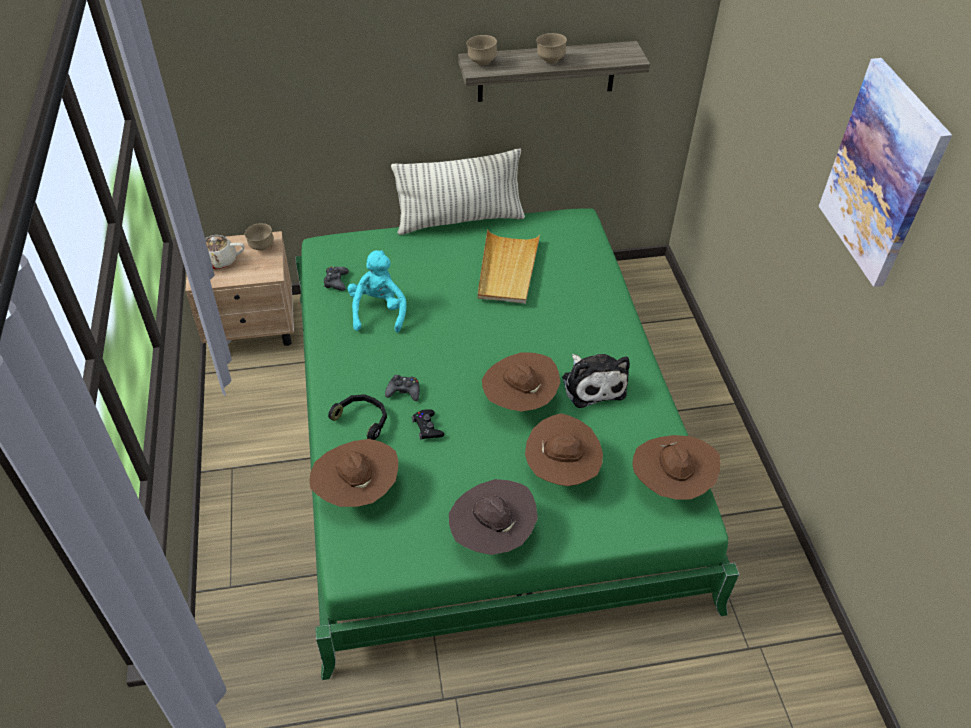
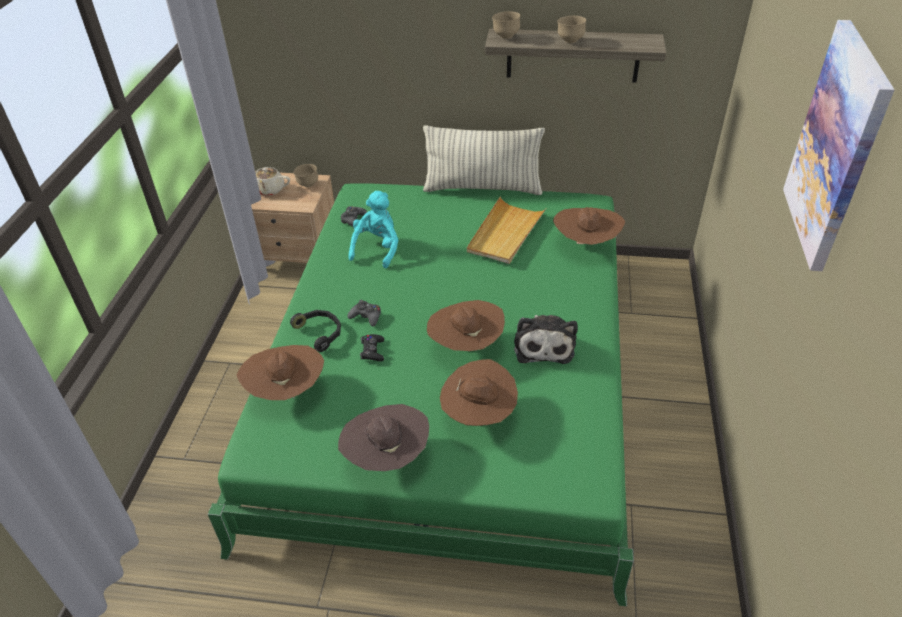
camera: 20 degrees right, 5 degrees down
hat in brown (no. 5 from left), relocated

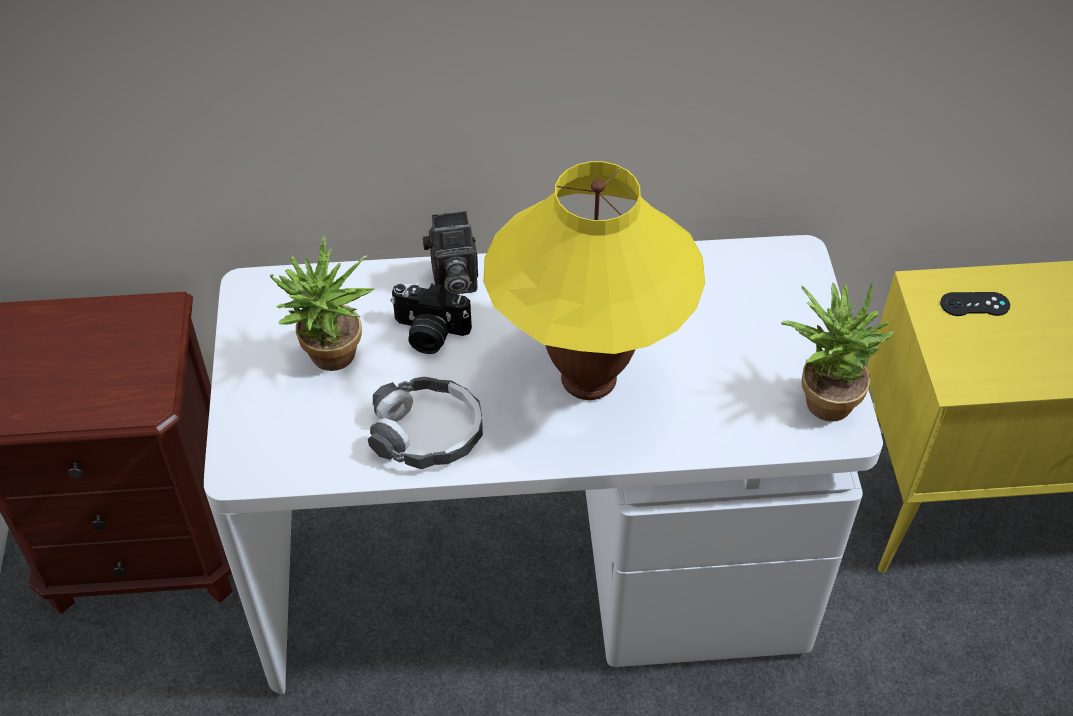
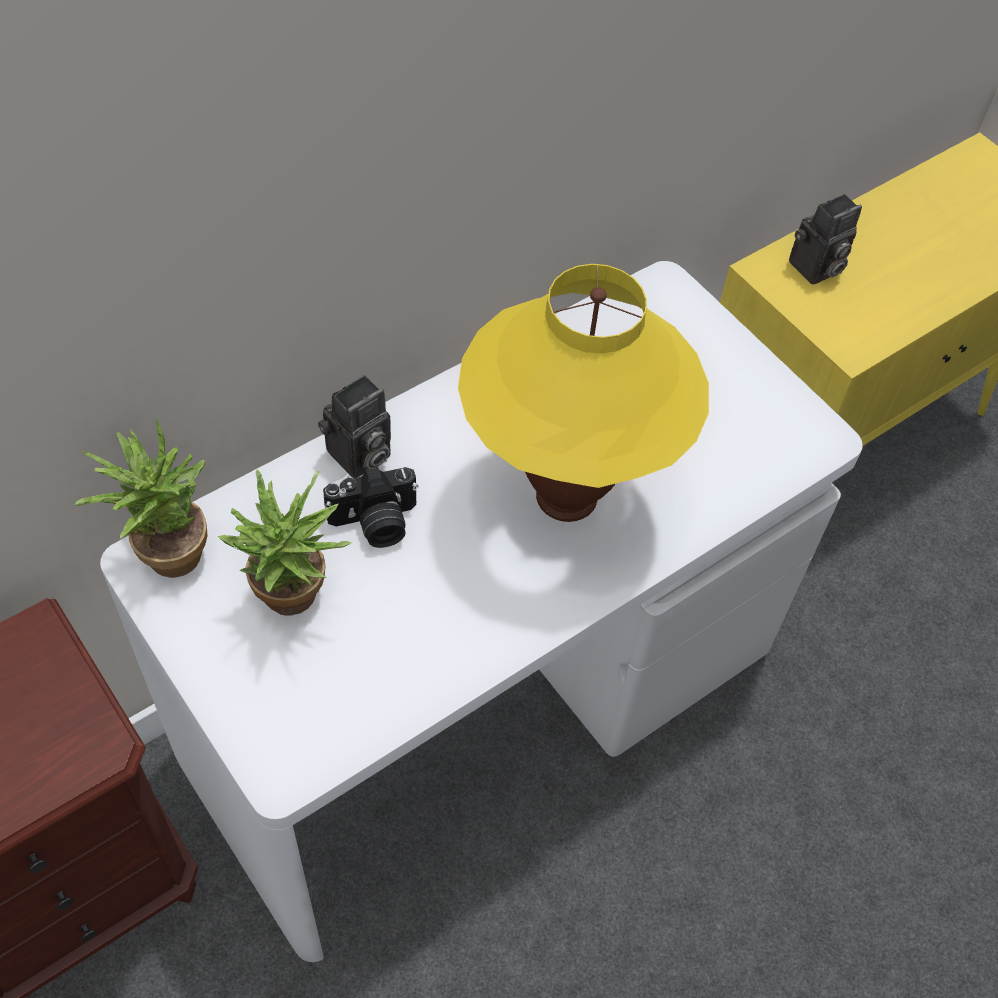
camera: 35 degrees left, 5 degrees up
headphones => nothing
potted plant (no. 2 from left in the first image) => potted plant (no. 1 from left), relocated
game controller in black => photo camera (no. 3 from left)

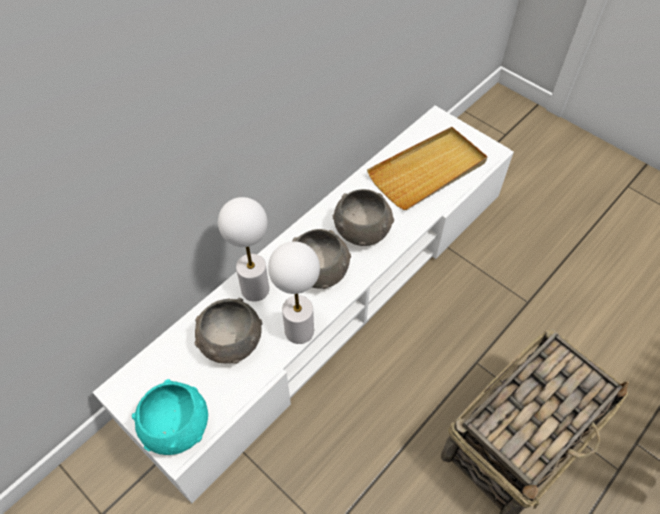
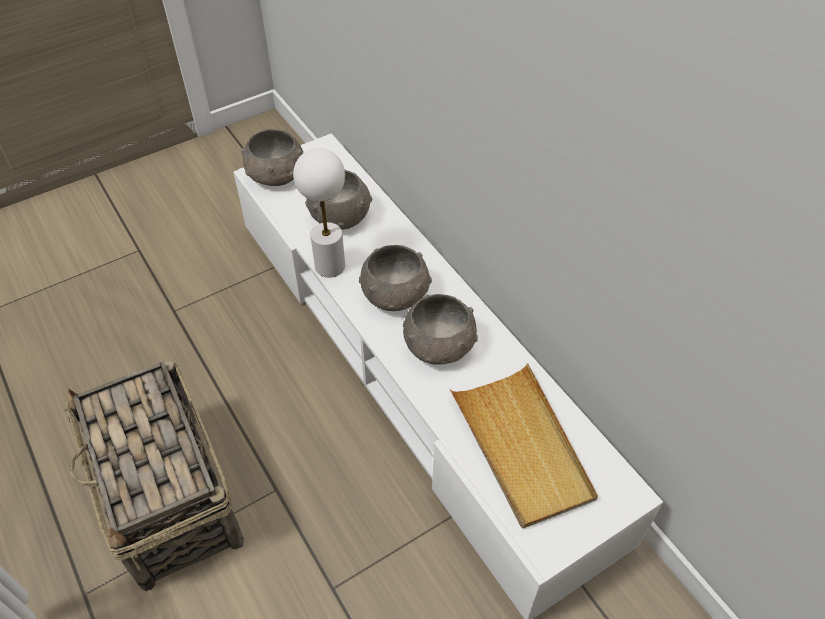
camera: 105 degrees right, 5 degrees down
table lamp in white (no. 1 from left) => nothing
bowl in turquoise => bowl in grey (no. 1 from left)

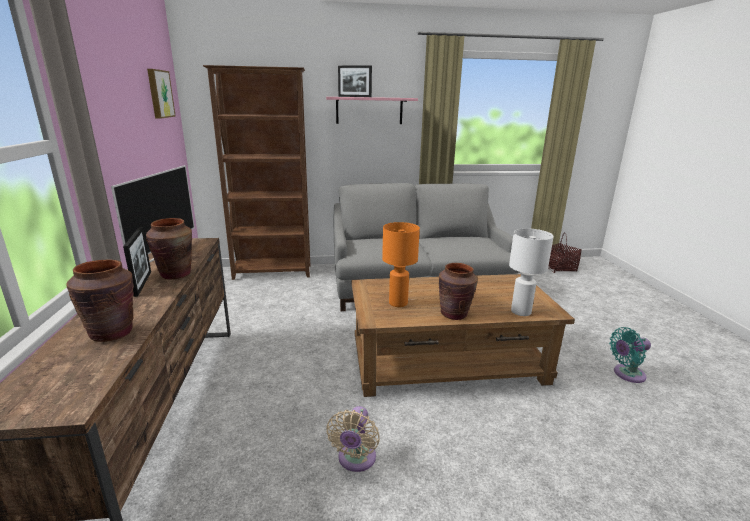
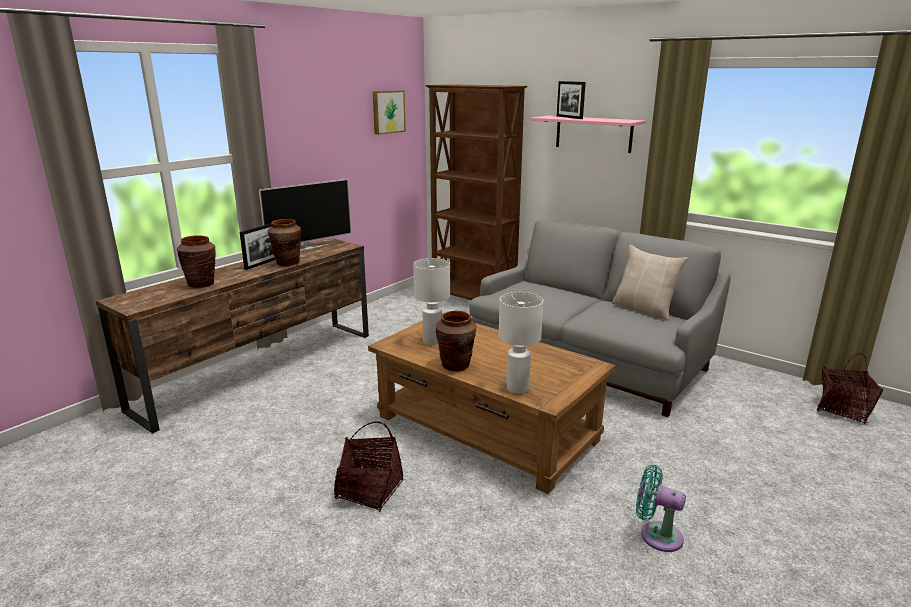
camera: 45 degrees right, 0 degrees up
fan in beige => nothing
nothing => basket (no. 1 from left)
nothing => pillow in beige
table lamp in orange => table lamp in white (no. 1 from left)

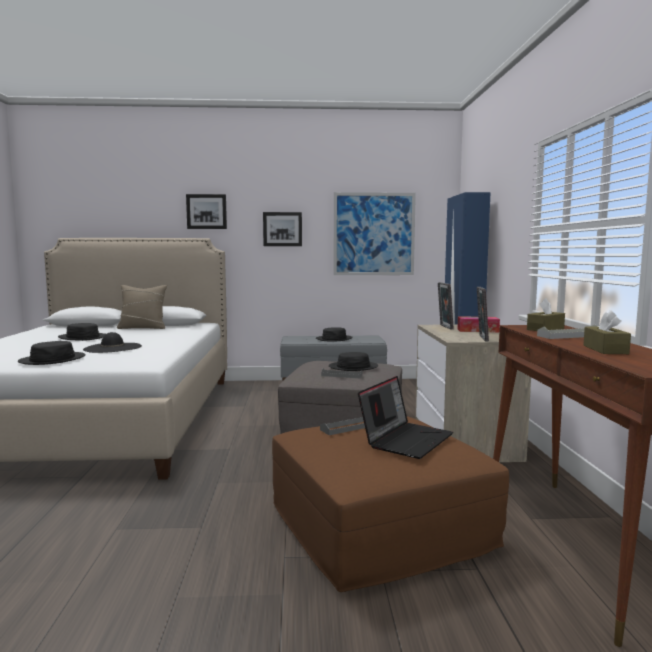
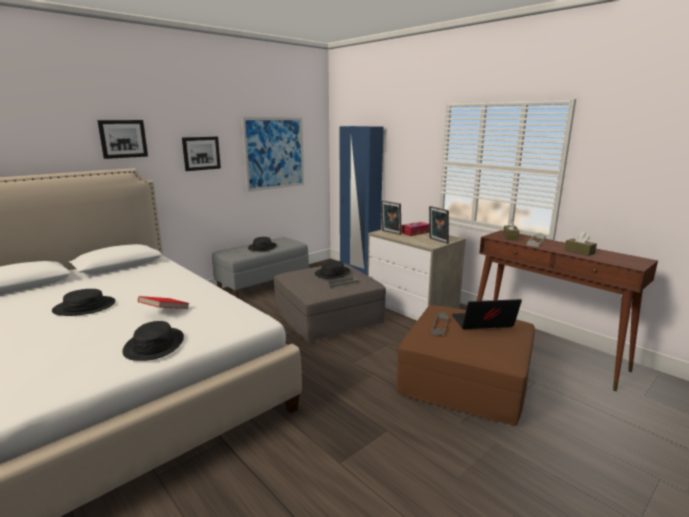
camera: 40 degrees left, 10 degrees up
pillow in beige => nothing
hat in black (no. 3 from left) => book in red
laptop, 90 degrees counterclockwise

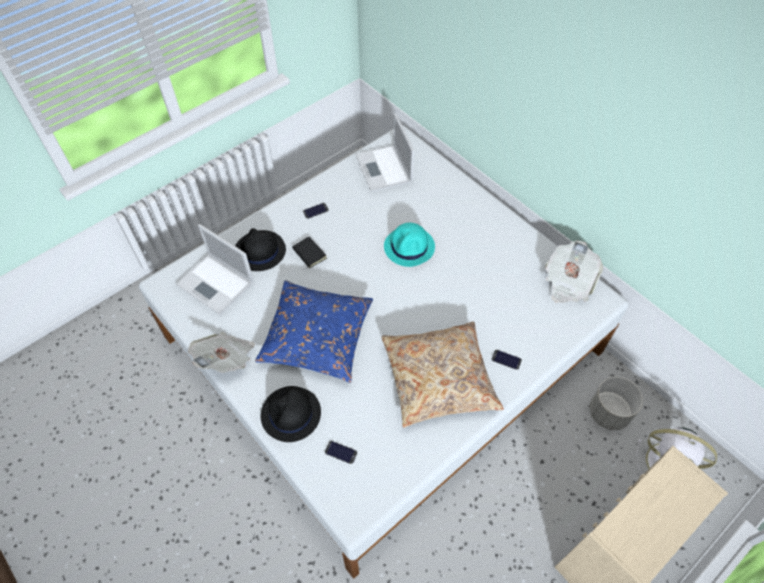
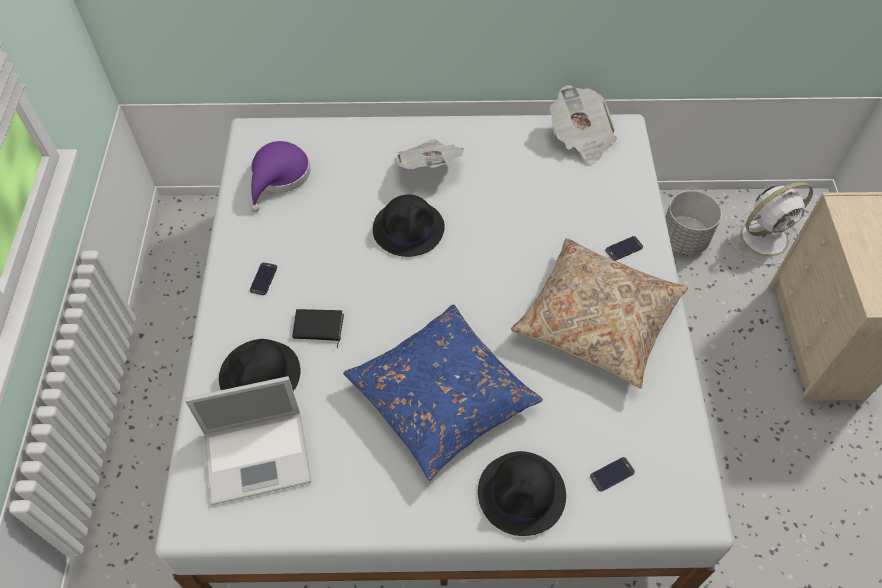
camera: 50 degrees left, 0 degrees up
newspaper (no. 1 from left), relocated
laptop (no. 2 from left) => hat in purple
hat in turquoise => hat in black (no. 2 from left)

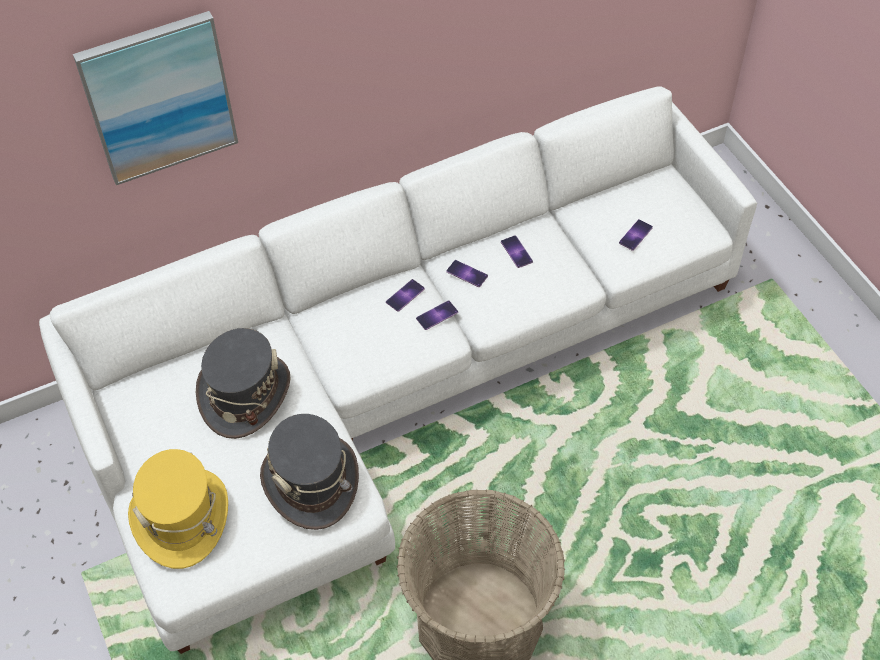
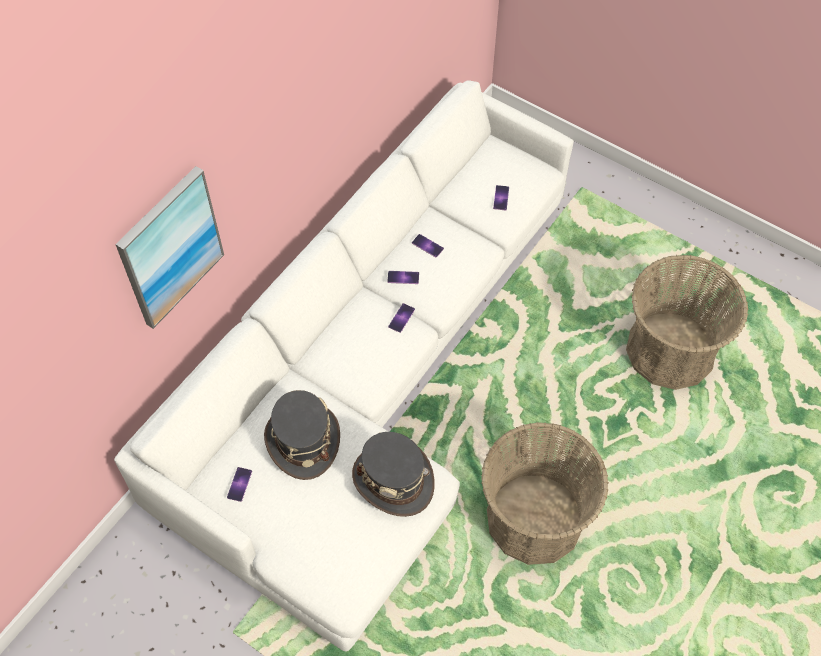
camera: 30 degrees left, 5 degrees up
hat in yellow => nothing
nothing => basket (no. 2 from left)
phone (no. 1 from left), relocated

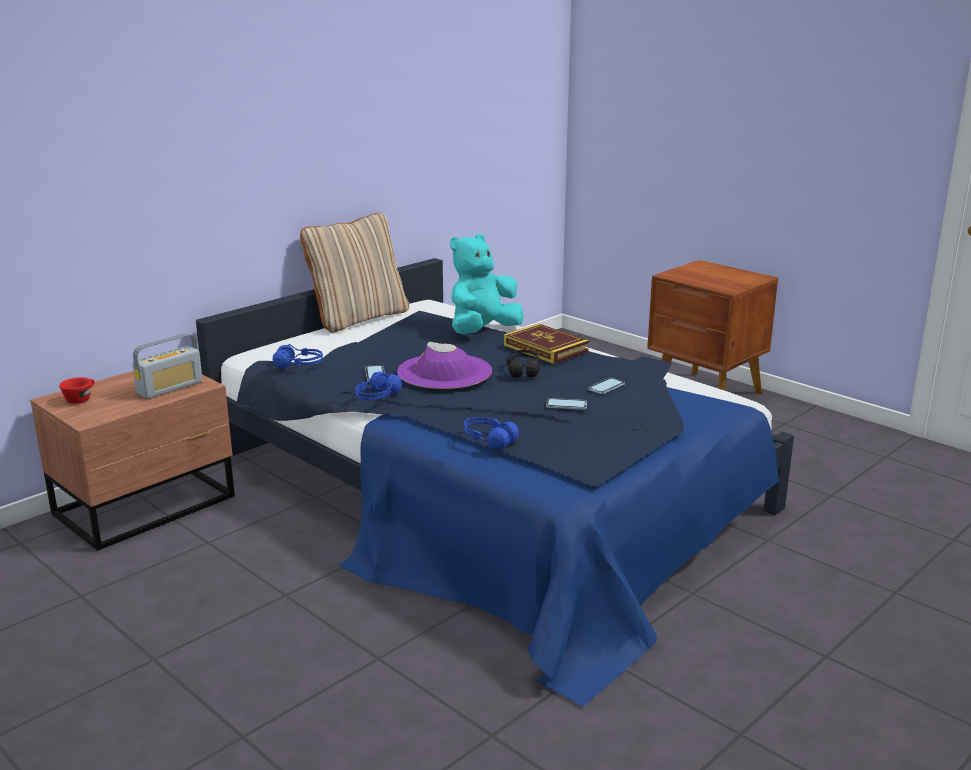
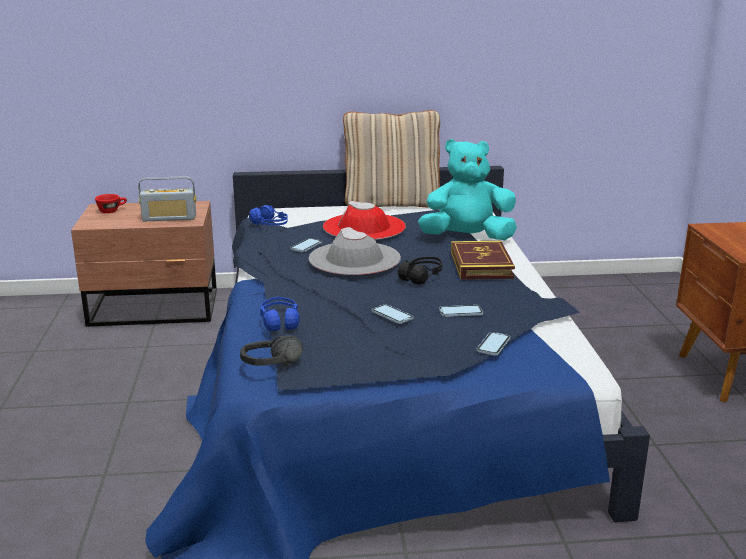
camera: 40 degrees right, 0 degrees up
headphones in blue (no. 2 from left) => nothing
nothing => headphones in black (no. 1 from left)
nothing => hat in red
nothing => phone (no. 4 from left)
hat in purple => hat in grey

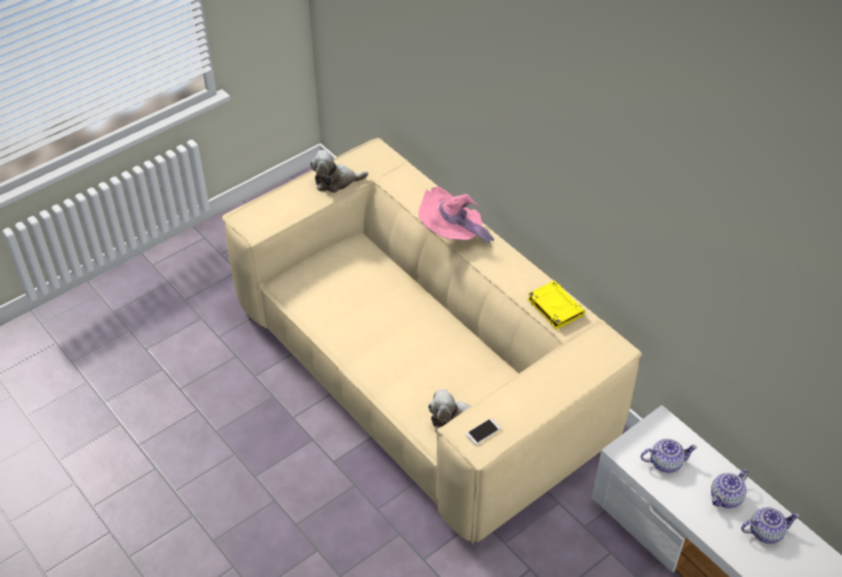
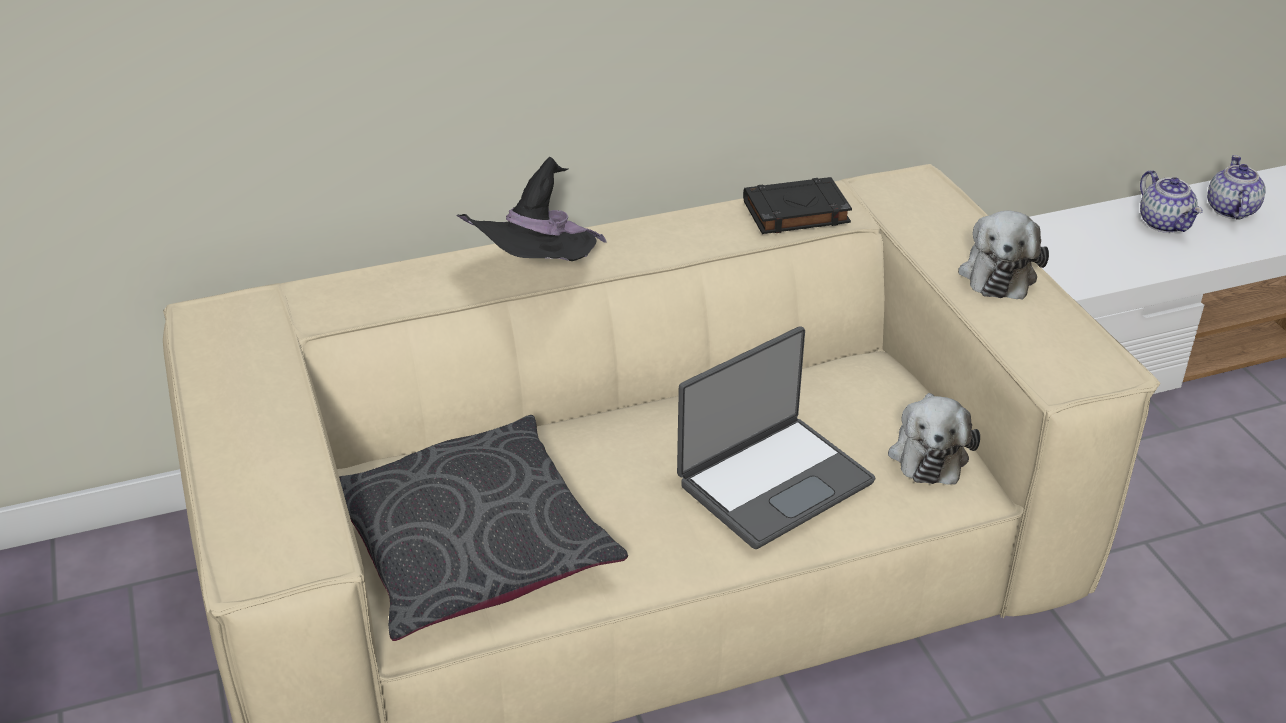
camera: 70 degrees left, 10 degrees down
phone => nothing
teapot (no. 1 from left) => nothing
nothing => pillow in grey
nothing => laptop
plush toy (no. 1 from left in the first image) => plush toy (no. 2 from left), relocated
hat in pink => hat in black
book in yellow => book in black

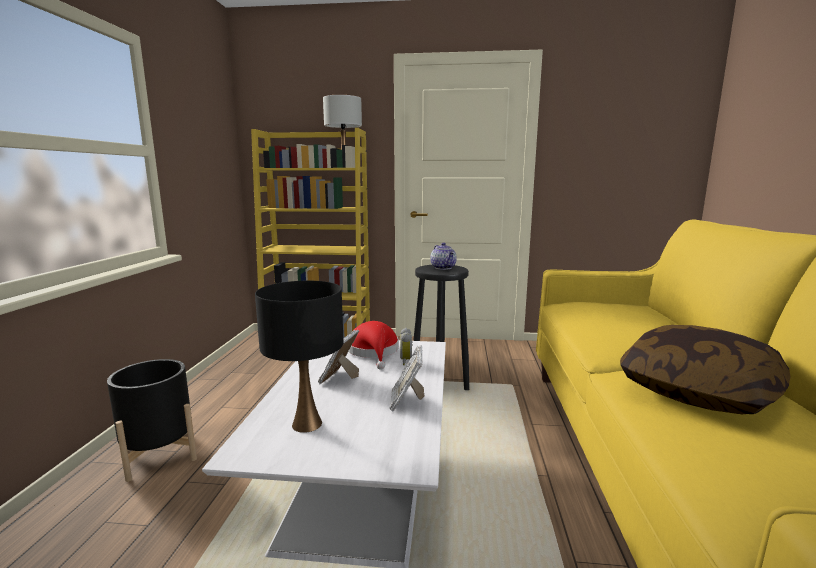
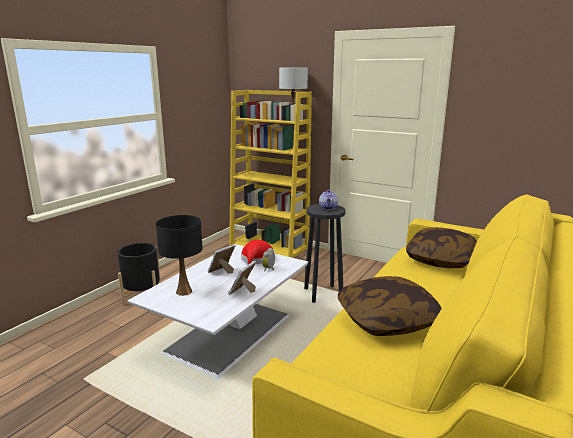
camera: 25 degrees right, 5 degrees up
nothing => pillow (no. 2 from left)

